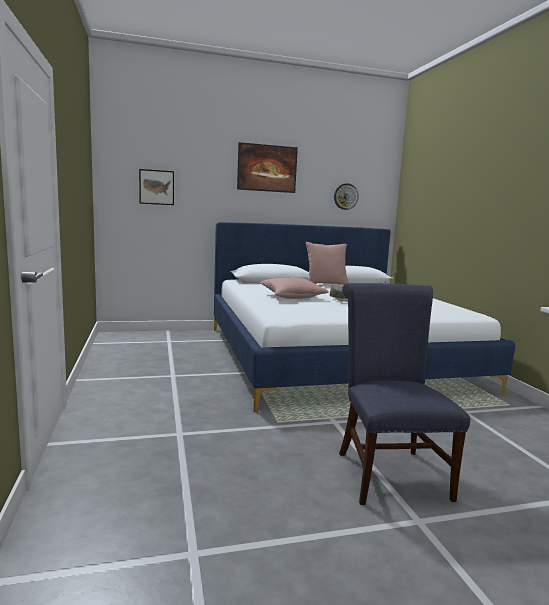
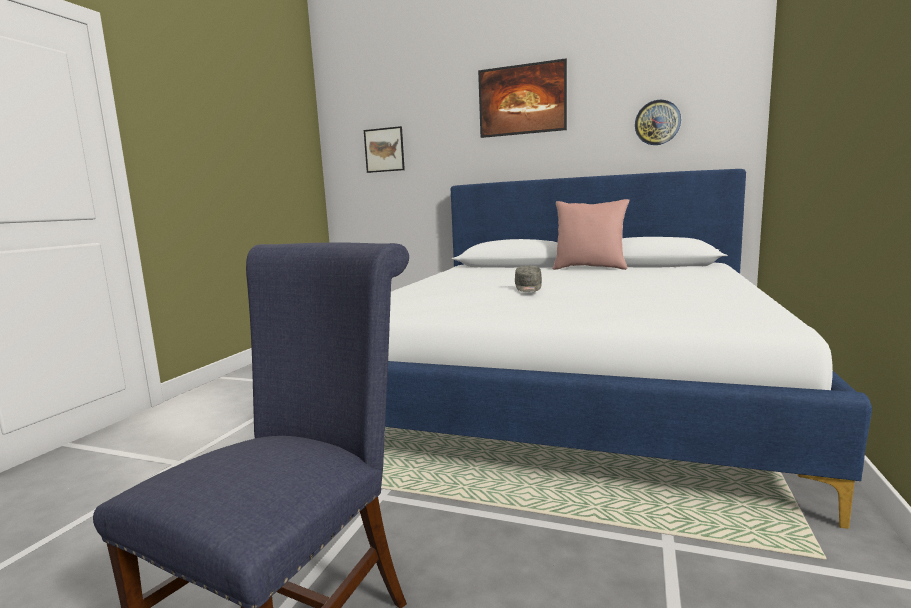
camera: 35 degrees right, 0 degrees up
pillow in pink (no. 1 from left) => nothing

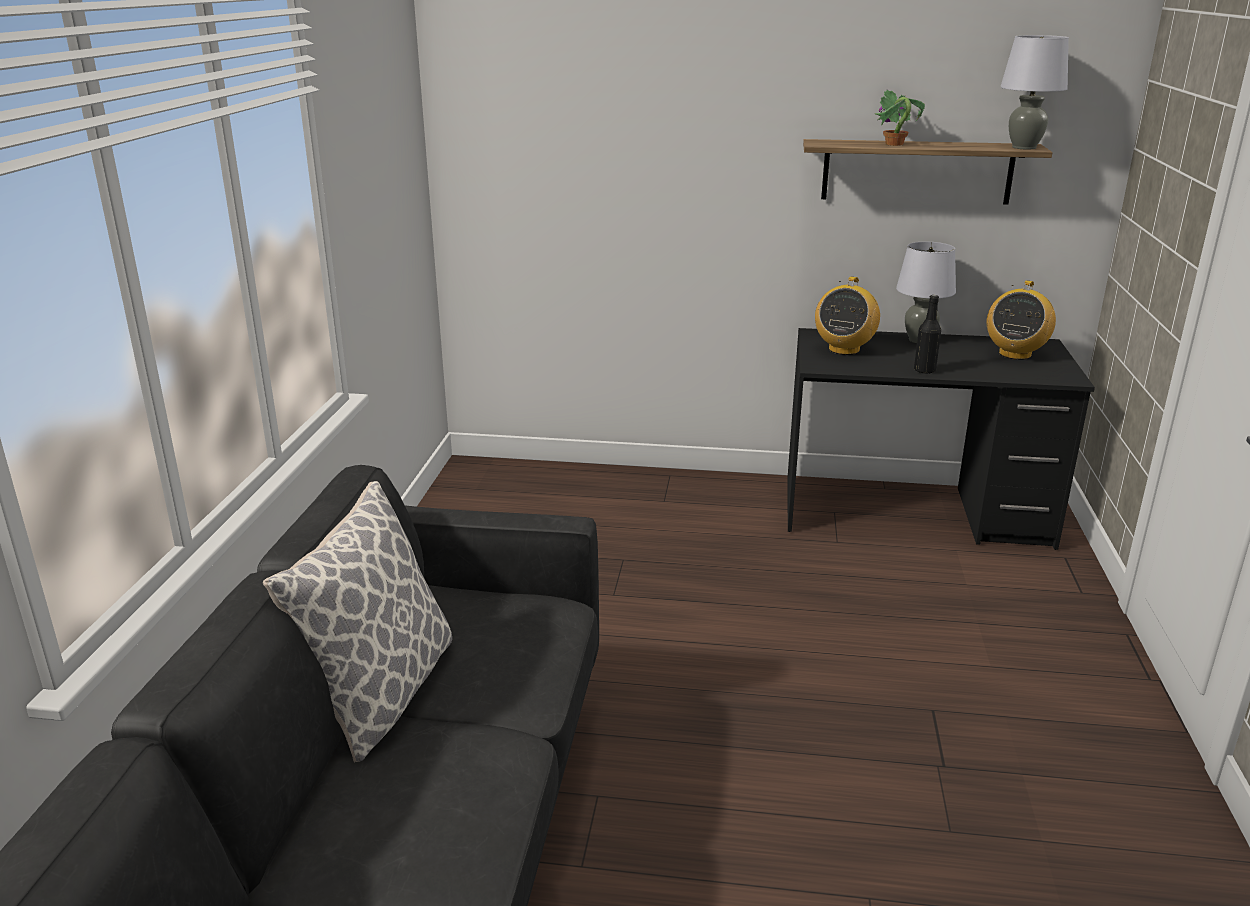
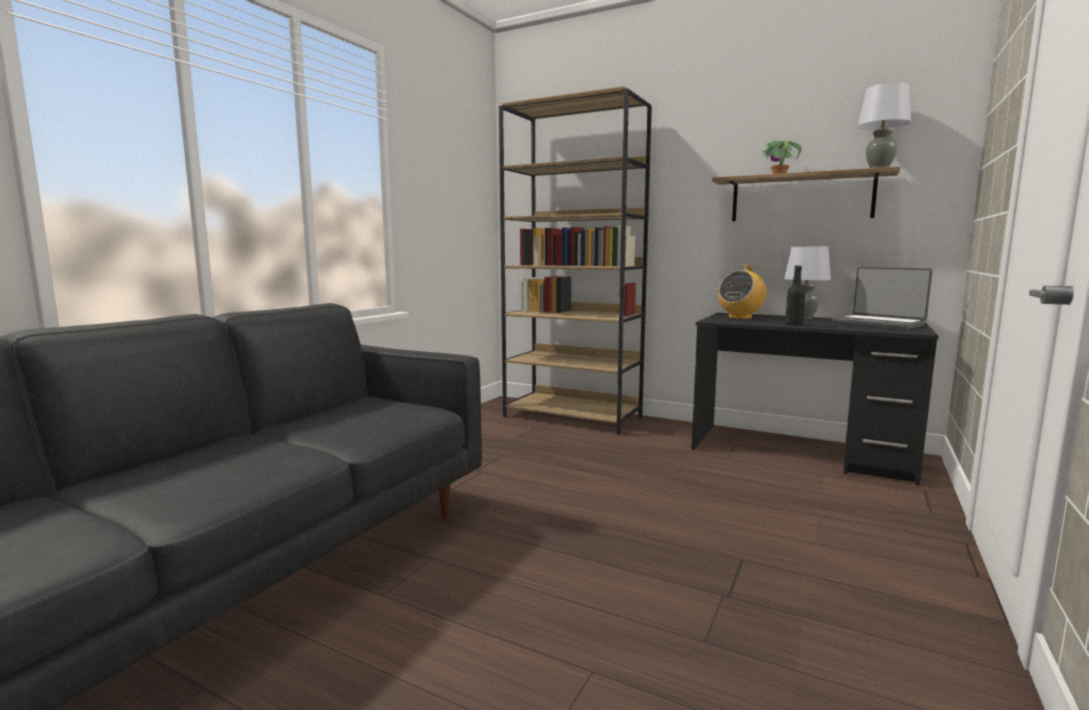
camera: 20 degrees right, 15 degrees down
pillow => nothing
nothing => bookcase in brown
radio (no. 2 from left) => laptop

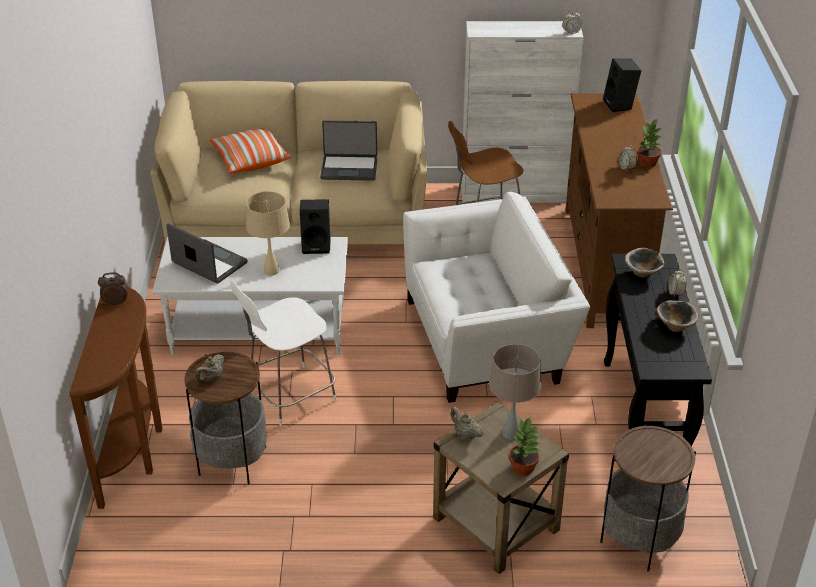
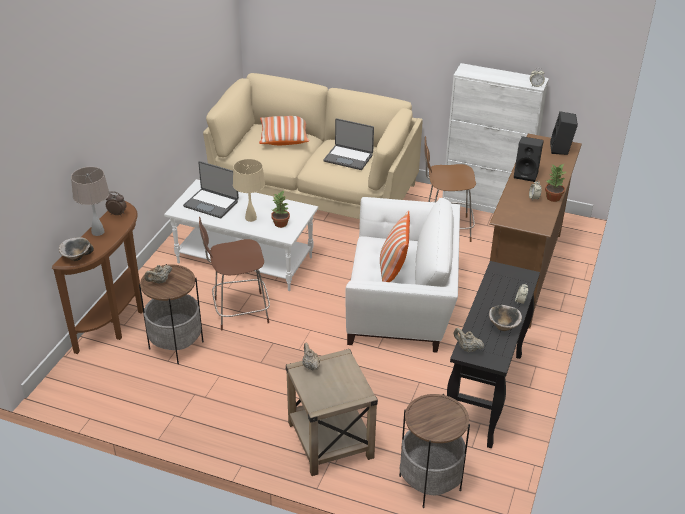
camera: 20 degrees right, 0 degrees up
nothing => pillow (no. 2 from left)
nothing => teapot in beige (no. 3 from left)
speaker in black (no. 1 from left), relocated
table lamp in beige (no. 2 from left in the first image) => table lamp in beige (no. 1 from left), relocated
potted plant (no. 1 from left), relocated
bowl (no. 1 from left), relocated
stool in white => stool in brown (no. 1 from left)
laptop (no. 1 from left), 150 degrees clockwise

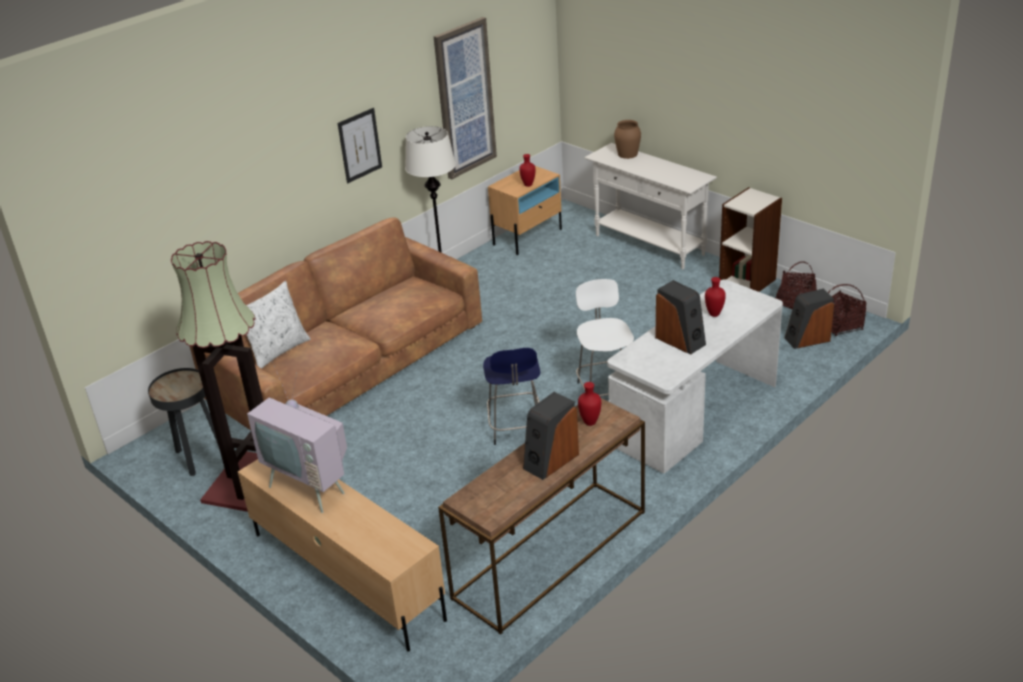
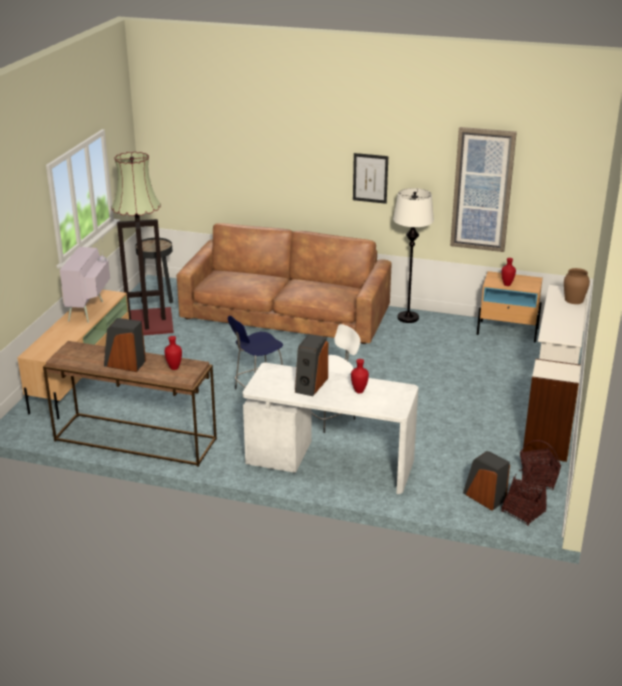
camera: 60 degrees right, 5 degrees down
pillow in white => nothing

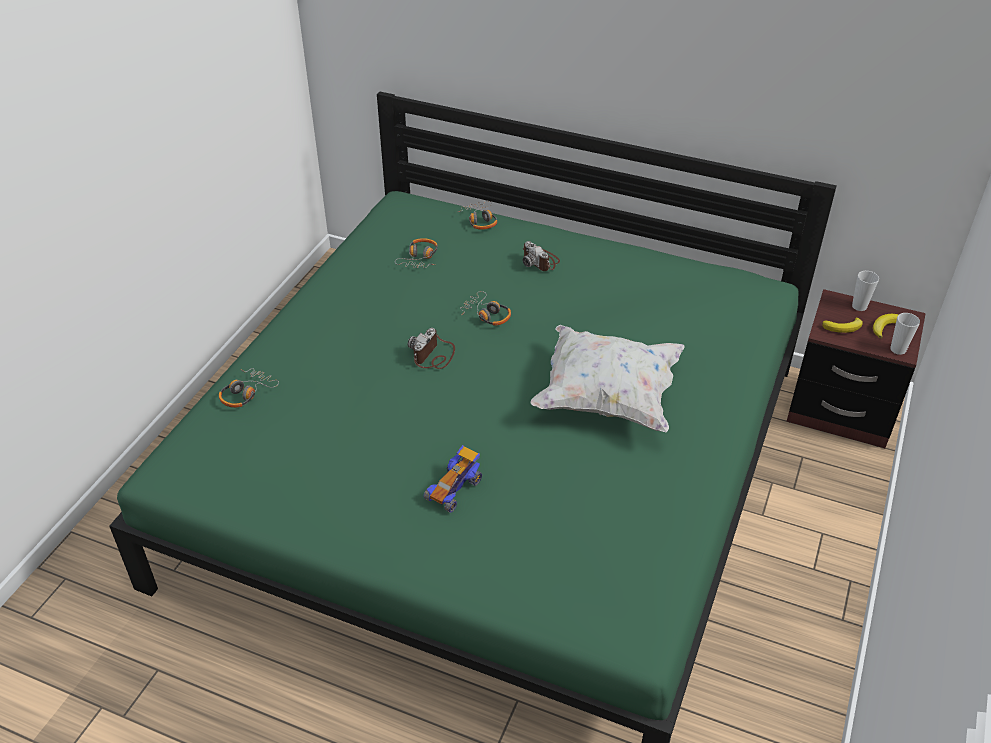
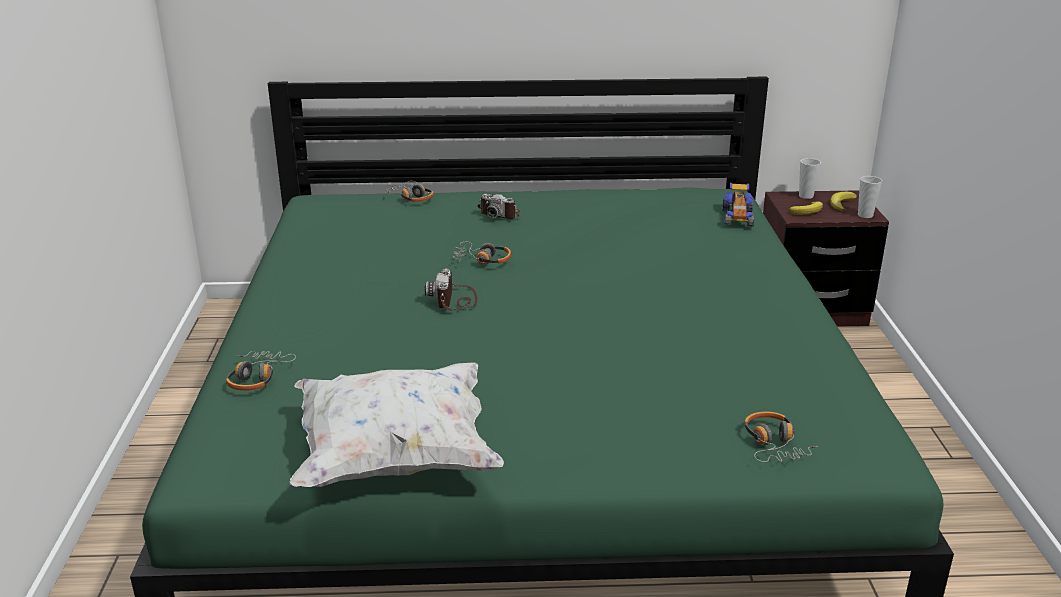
camera: 25 degrees left, 15 degrees down
headphones (no. 2 from left in the first image) => headphones (no. 4 from left), relocated
toy car, relocated
pillow in white, relocated

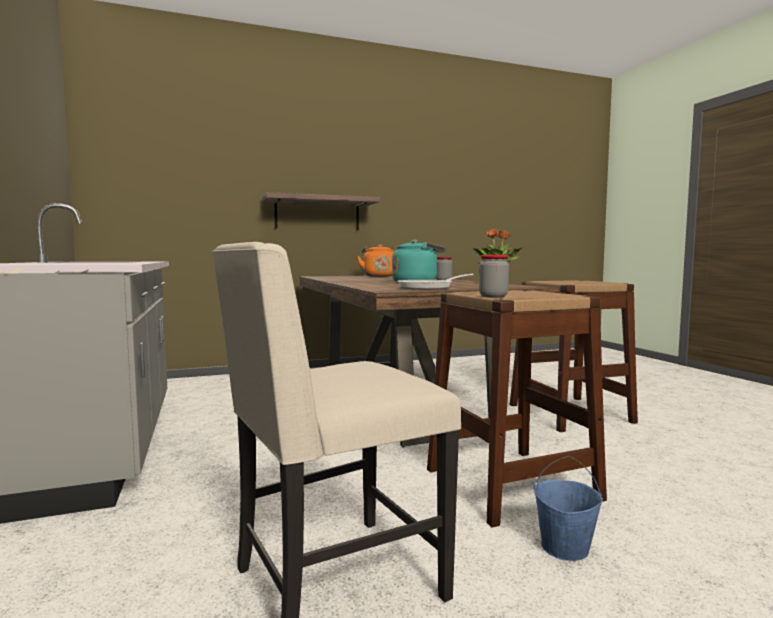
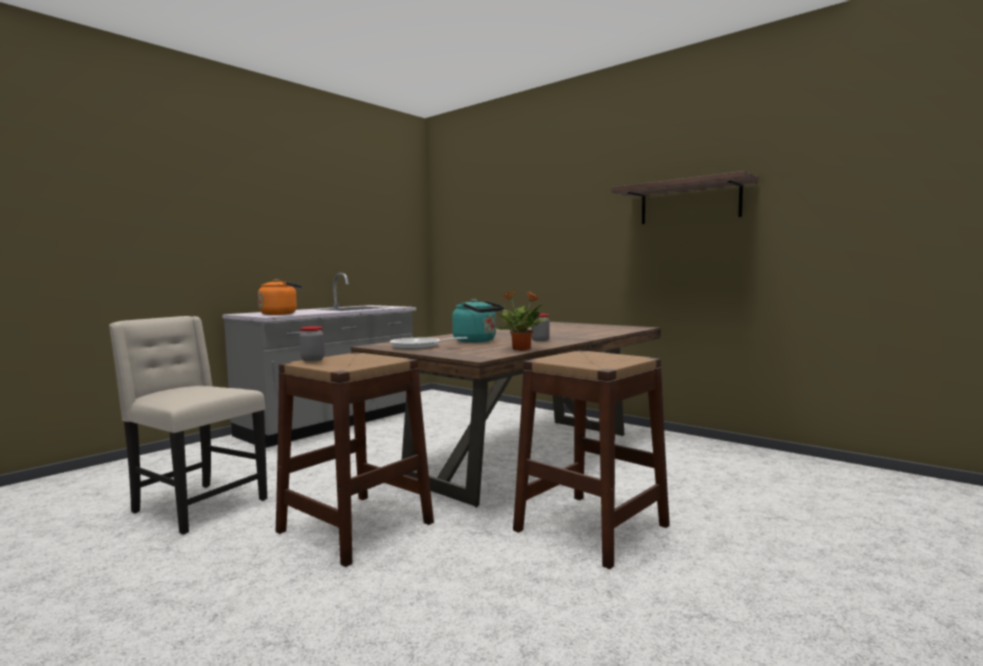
camera: 60 degrees right, 0 degrees up
bucket in blue => nothing
shelf, relocated
kettle in orange, relocated

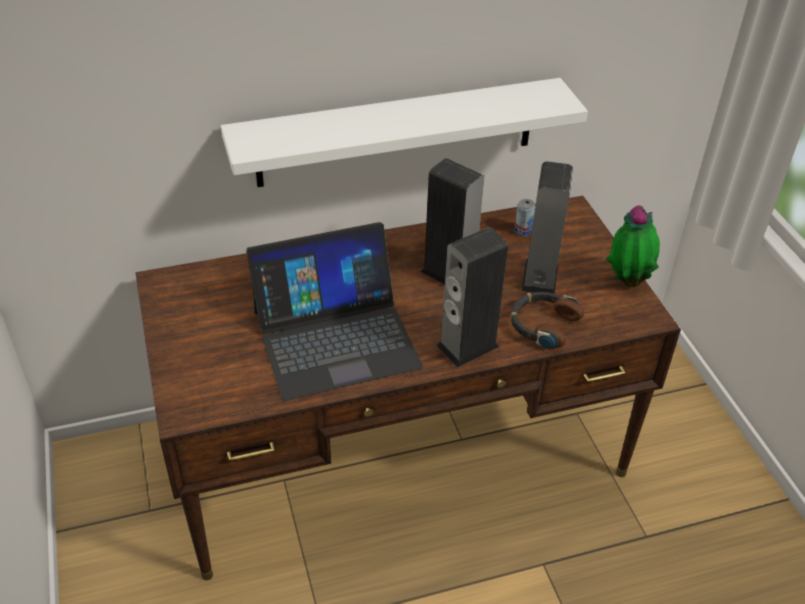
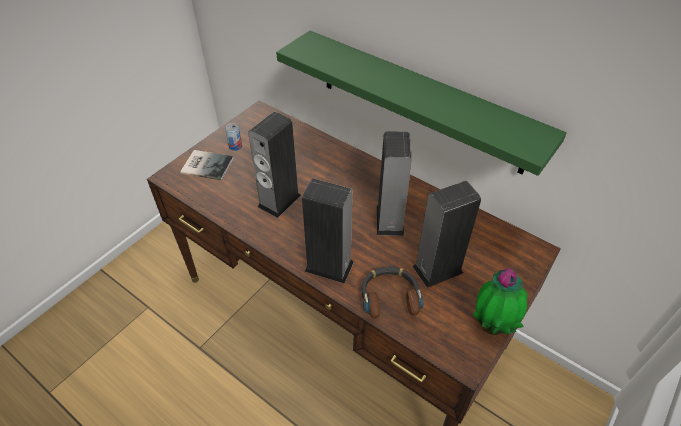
camera: 55 degrees right, 5 degrees up
nothing => book
can, relocated
laptop => speaker (no. 1 from left)
shelf in white => shelf in green

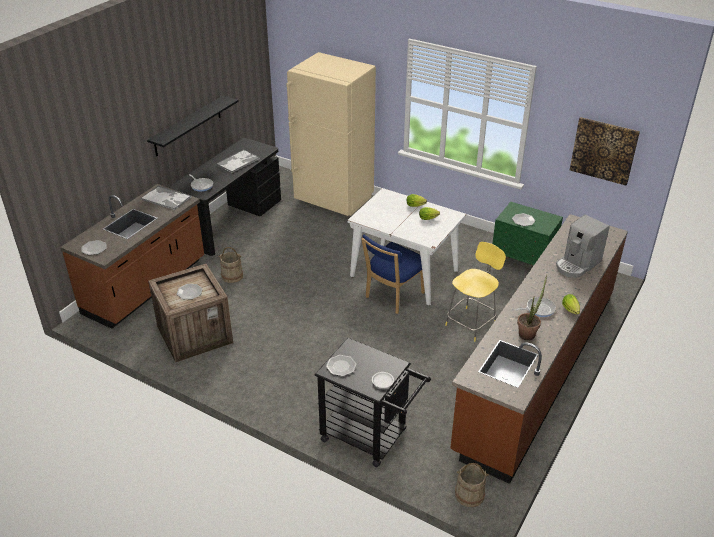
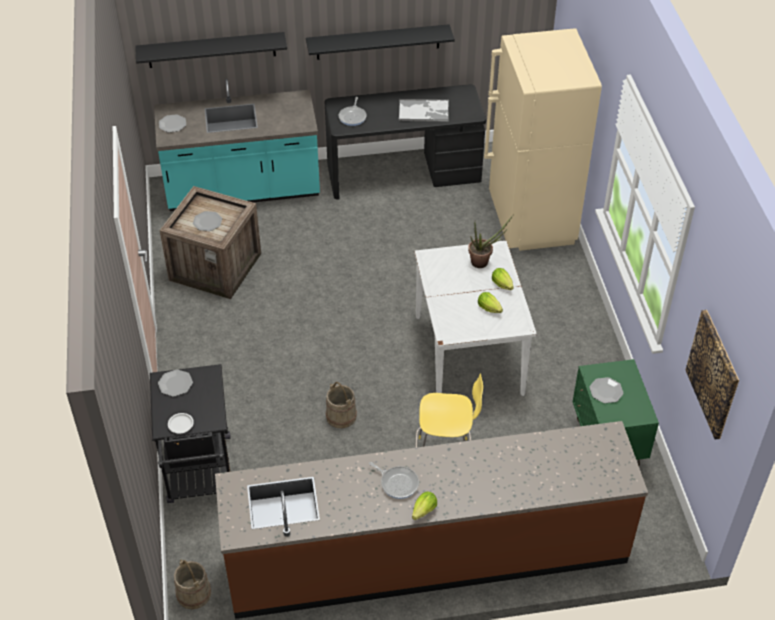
camera: 50 degrees right, 10 degrees up
tray (no. 1 from left) => nothing
chair in blue => nothing
coffee machine => nothing
nothing => shelf in black (no. 1 from left)
bucket in beige (no. 1 from left in the first image) => bucket in beige (no. 2 from left), relocated
potted plant, relocated
counter in brown (no. 1 from left) => counter in turquoise

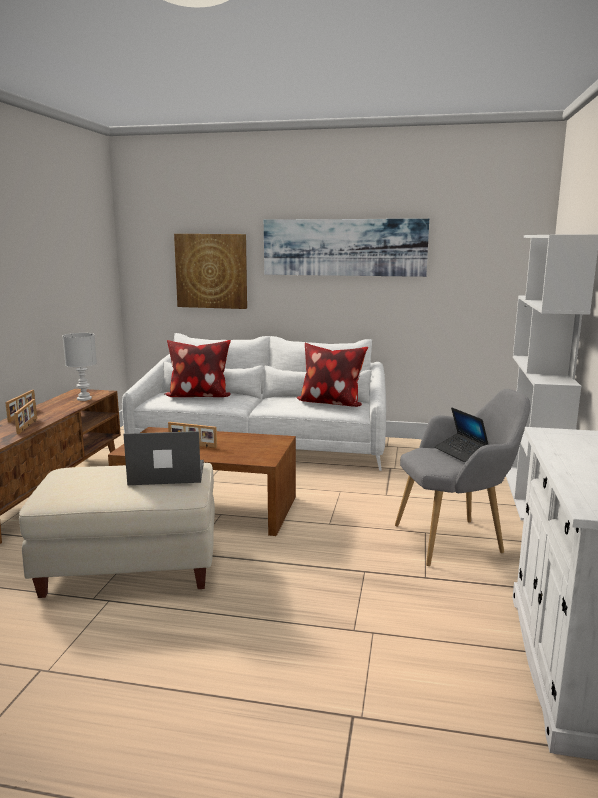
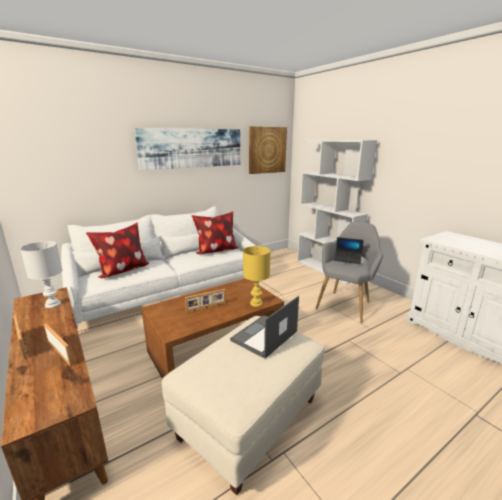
camera: 45 degrees left, 5 degrees up
nothing => table lamp in yellow
picture (no. 1 from left in the first image) => picture (no. 2 from left), relocated

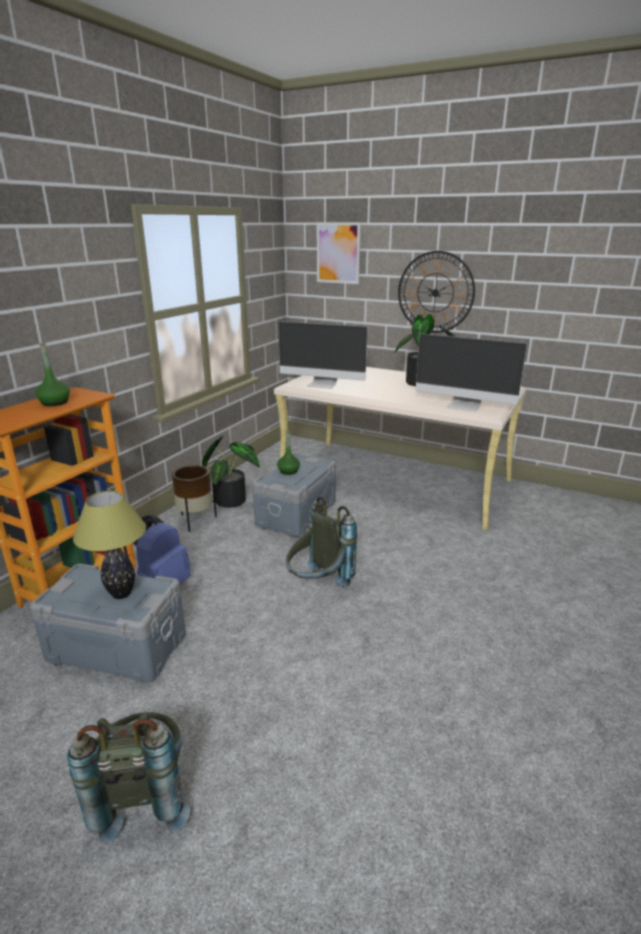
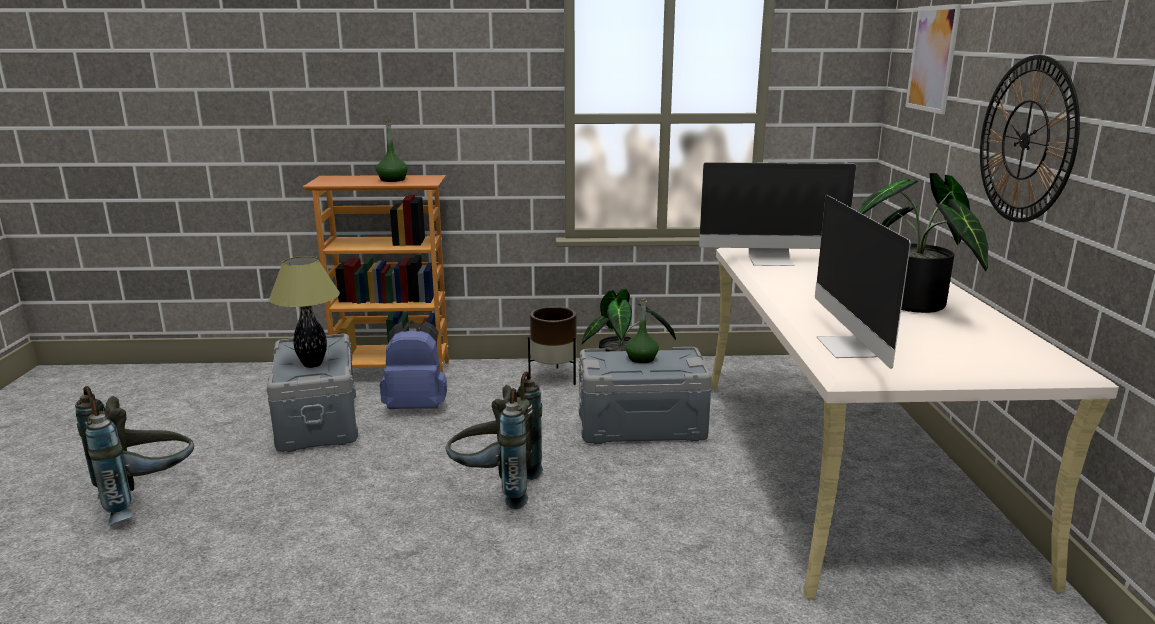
camera: 60 degrees right, 5 degrees down
monitor (no. 1 from left), 75 degrees counterclockwise

